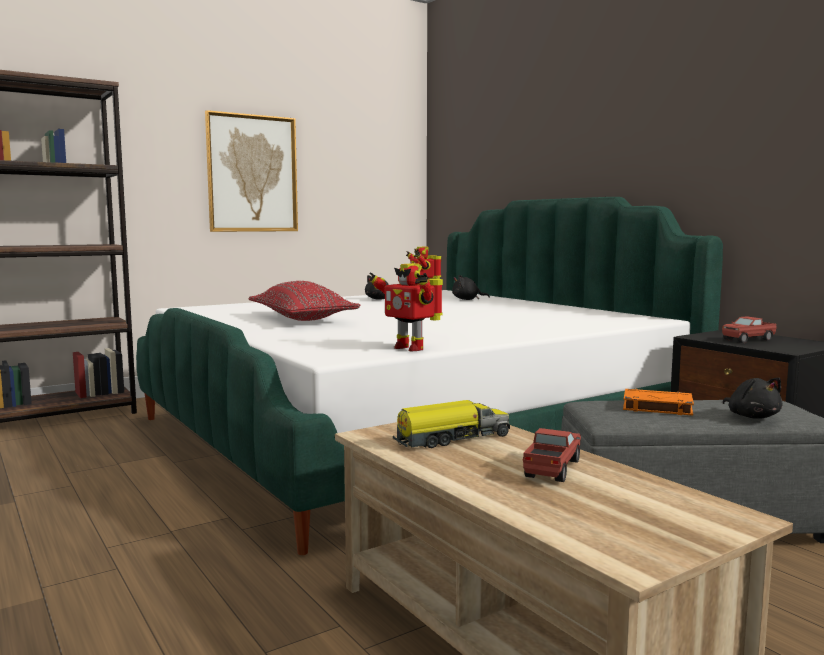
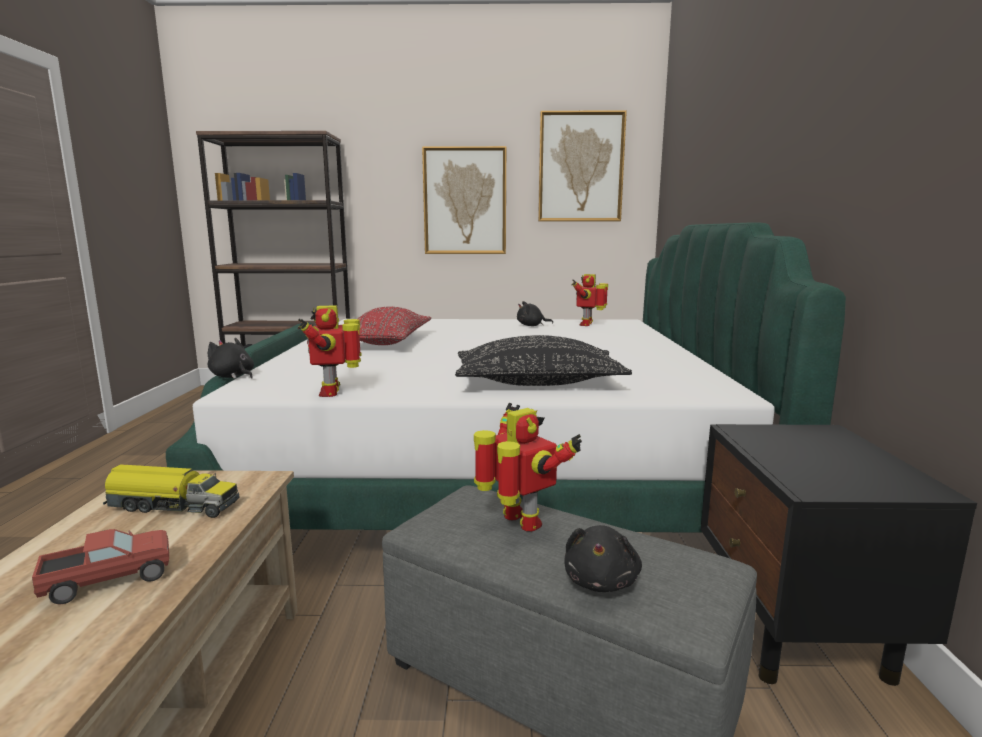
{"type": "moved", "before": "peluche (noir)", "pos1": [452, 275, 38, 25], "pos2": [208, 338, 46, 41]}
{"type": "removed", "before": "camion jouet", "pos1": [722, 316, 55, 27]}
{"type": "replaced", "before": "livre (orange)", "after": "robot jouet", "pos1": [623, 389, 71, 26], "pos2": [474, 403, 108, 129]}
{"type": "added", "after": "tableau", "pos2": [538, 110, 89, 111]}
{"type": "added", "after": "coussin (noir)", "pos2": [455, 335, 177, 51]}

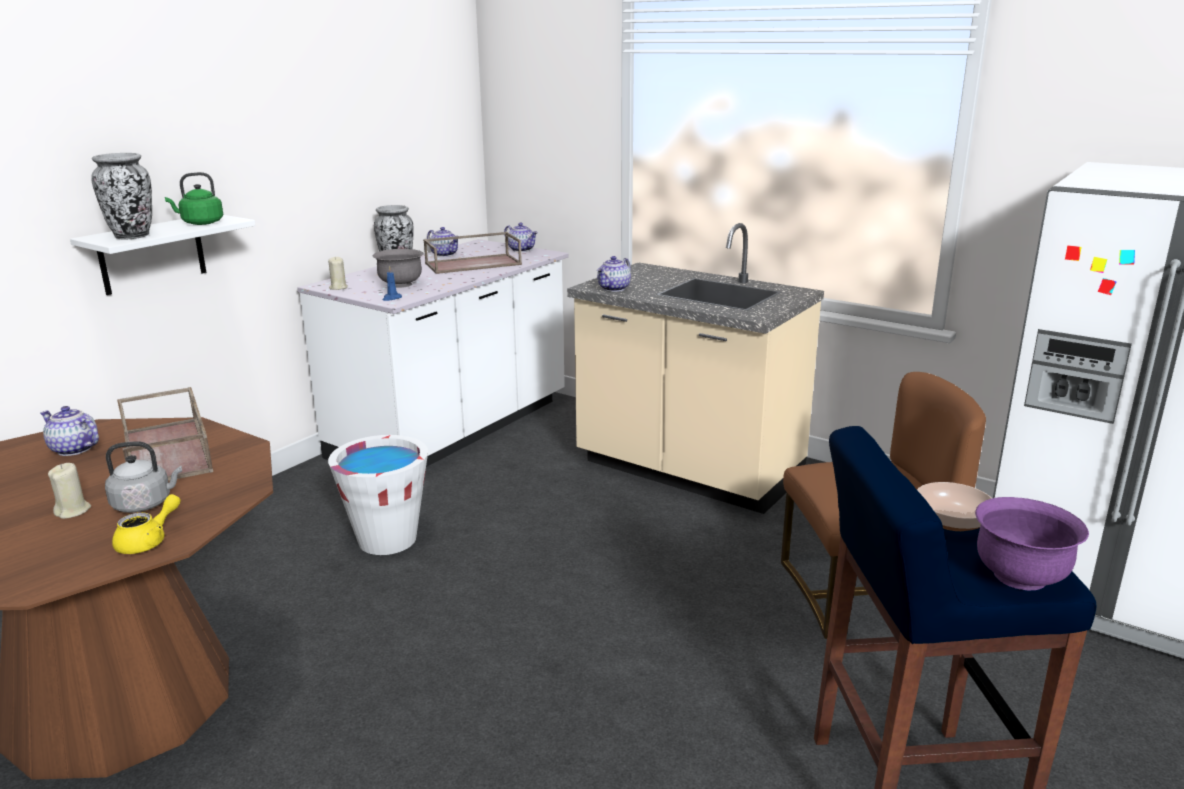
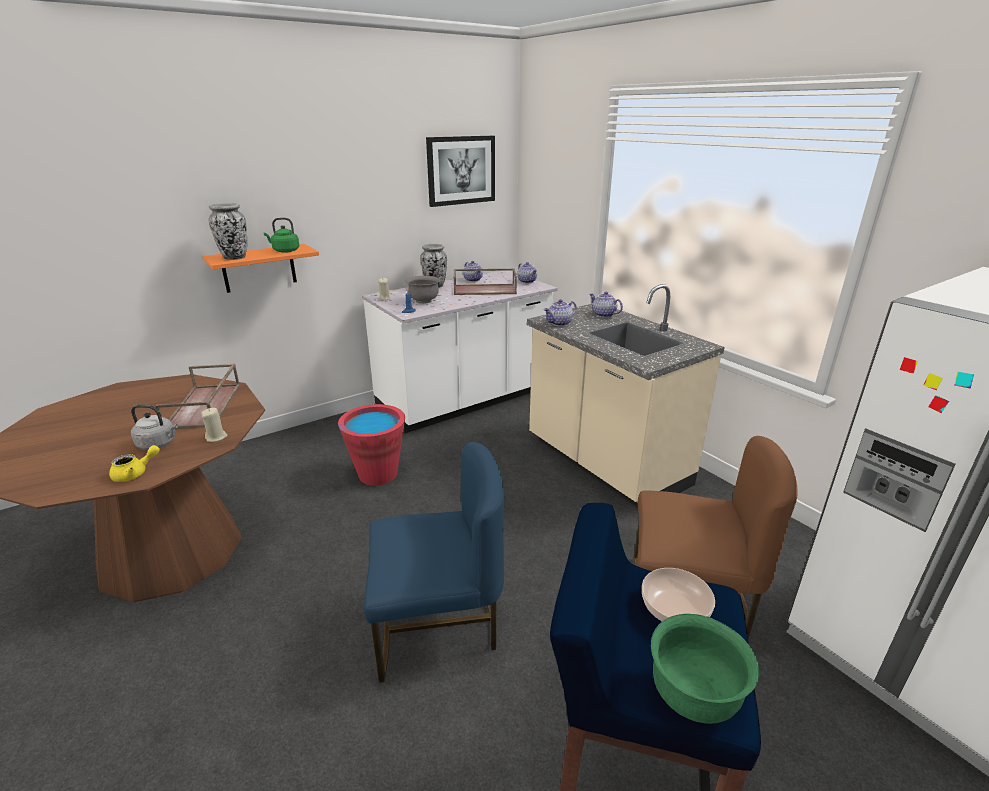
{"type": "recoloured", "before": "étagère (blanc)", "after": "étagère (orange)", "pos1": [70, 215, 186, 80], "pos2": [203, 244, 116, 49]}
{"type": "moved", "before": "théière", "pos1": [40, 406, 59, 50], "pos2": [589, 292, 34, 26]}
{"type": "recoloured", "before": "seau (blanc)", "after": "seau (rouge)", "pos1": [328, 435, 100, 120], "pos2": [338, 404, 67, 82]}
{"type": "moved", "before": "bougie (beige)", "pos1": [48, 463, 43, 56], "pos2": [201, 408, 26, 34]}
{"type": "recoloured", "before": "bol (violet)", "after": "bol (vert)", "pos1": [975, 497, 114, 93], "pos2": [651, 614, 108, 110]}
{"type": "added", "after": "tableau", "pos2": [426, 136, 69, 71]}
{"type": "added", "after": "chaise (bleu)", "pos2": [364, 442, 140, 241]}

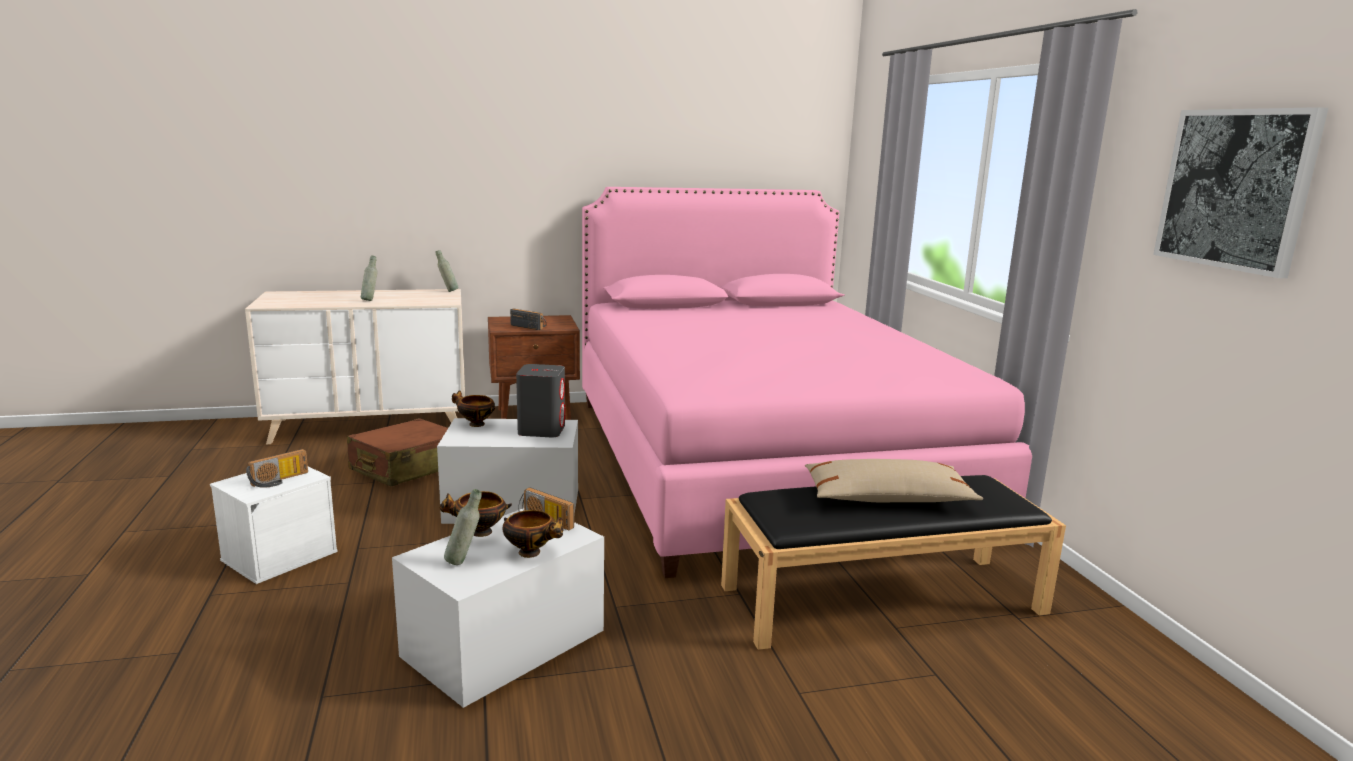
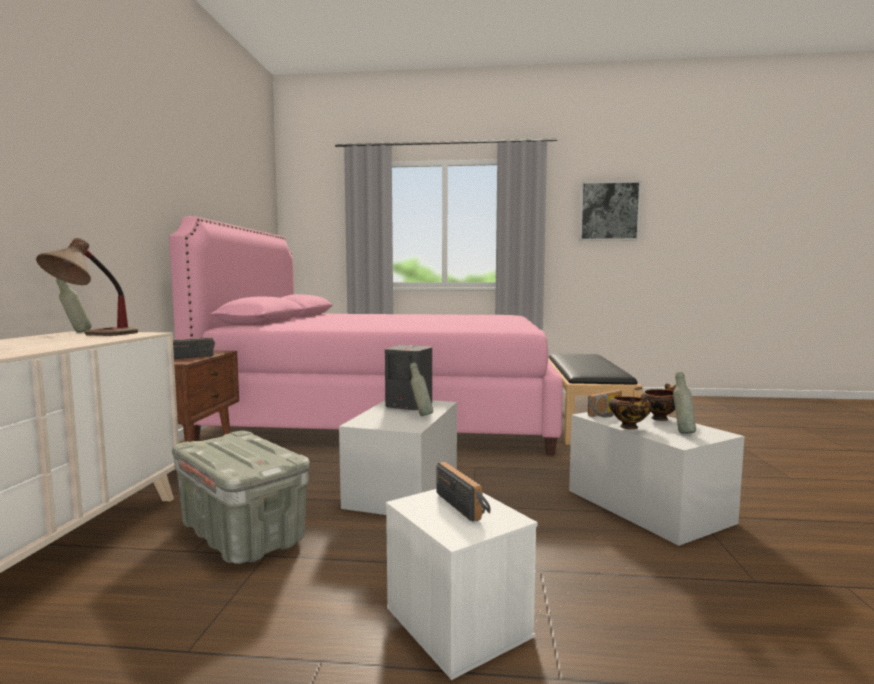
{"type": "moved", "before": "bouteille (gris)", "pos1": [361, 256, 16, 45], "pos2": [410, 363, 23, 53]}
{"type": "removed", "before": "bol", "pos1": [452, 390, 43, 37]}
{"type": "replaced", "before": "valise (marron)", "after": "boîte de rangement (gris)", "pos1": [347, 418, 101, 69], "pos2": [172, 431, 138, 133]}
{"type": "removed", "before": "coussin (beige)", "pos1": [805, 459, 178, 43]}
{"type": "added", "after": "lampe de table", "pos2": [36, 238, 102, 98]}

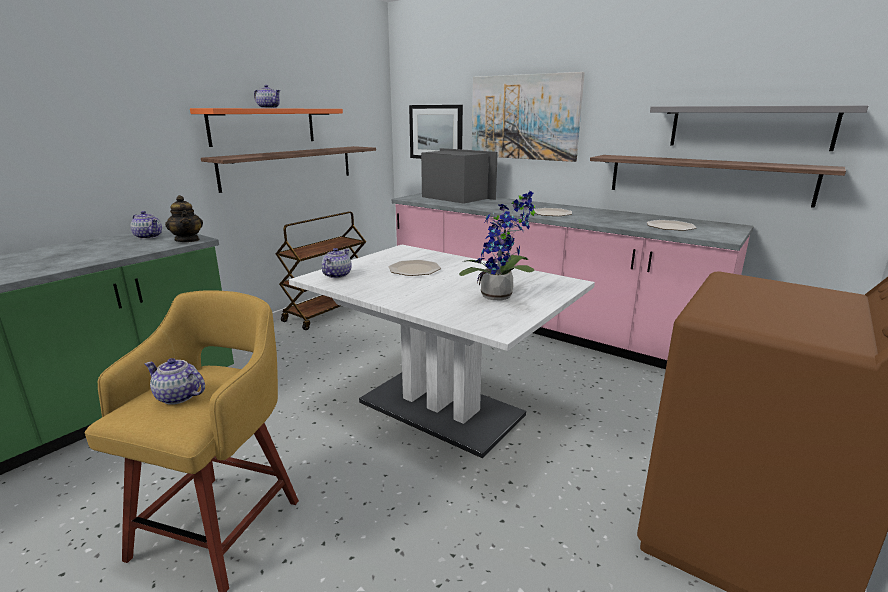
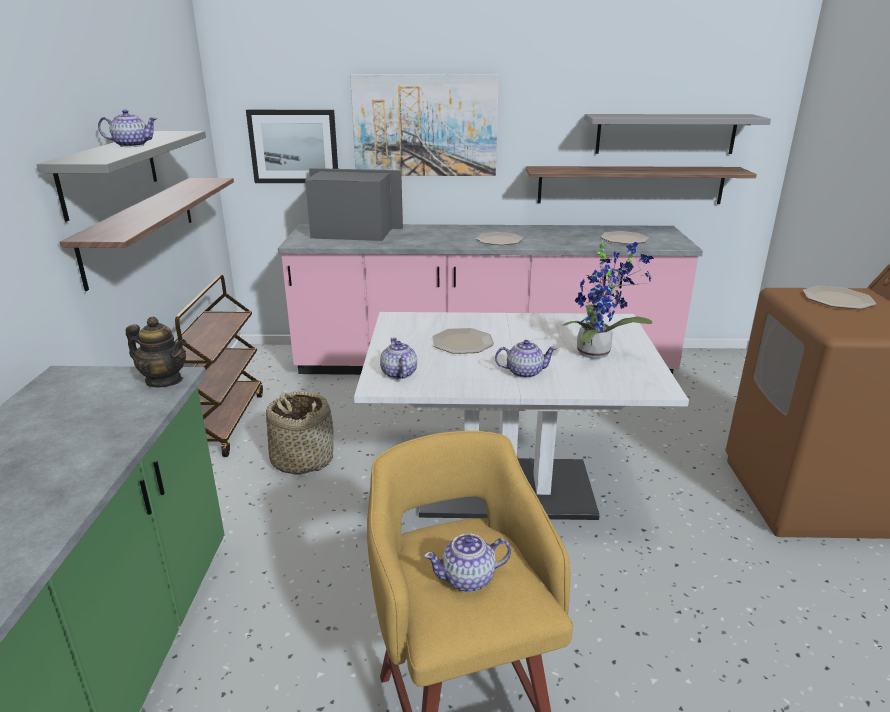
{"type": "recoloured", "before": "étagère (orange)", "after": "étagère (gris)", "pos1": [190, 108, 153, 39], "pos2": [37, 131, 169, 91]}
{"type": "moved", "before": "théière", "pos1": [130, 211, 32, 28], "pos2": [495, 340, 62, 38]}
{"type": "added", "after": "assiette", "pos2": [803, 286, 74, 23]}
{"type": "added", "after": "panier", "pos2": [266, 391, 68, 84]}

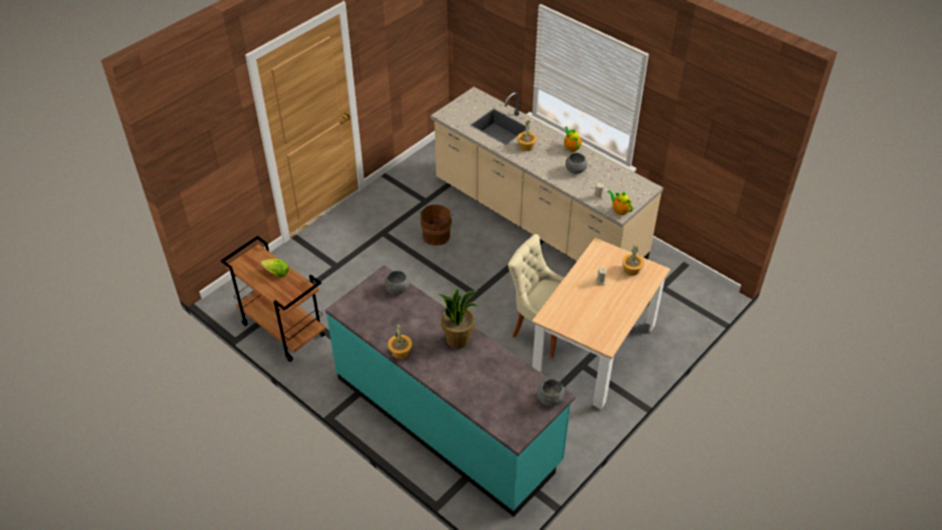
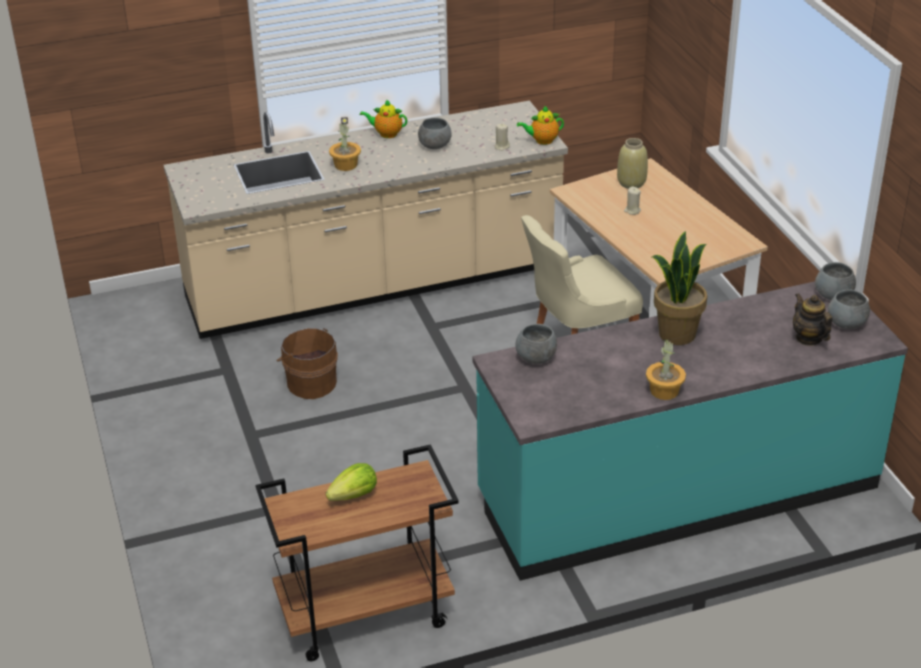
{"type": "replaced", "before": "plante en pot", "after": "vase (beige)", "pos1": [622, 245, 22, 31], "pos2": [617, 138, 31, 51]}
{"type": "added", "after": "bol (gris)", "pos2": [828, 289, 42, 40]}
{"type": "added", "after": "théière", "pos2": [793, 293, 39, 53]}

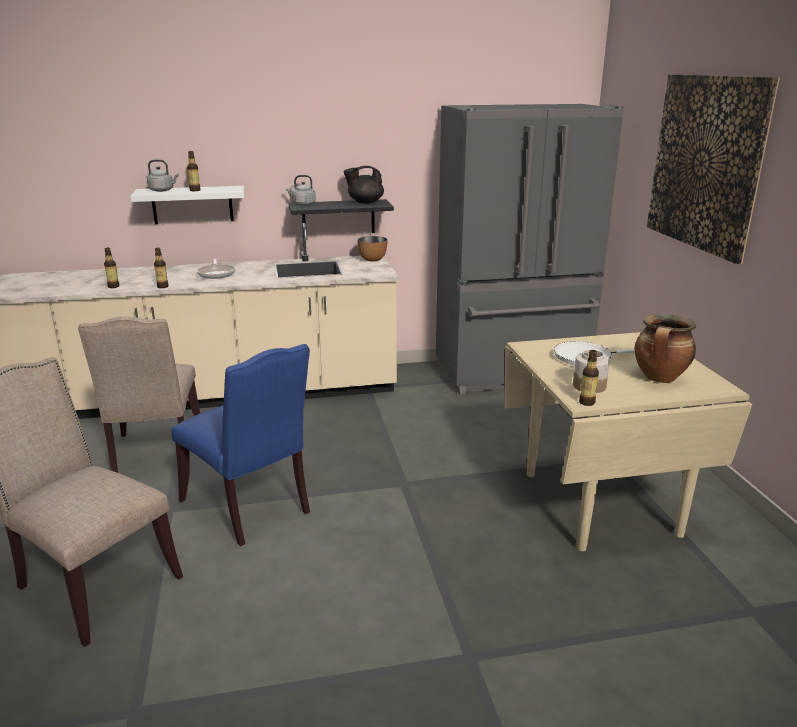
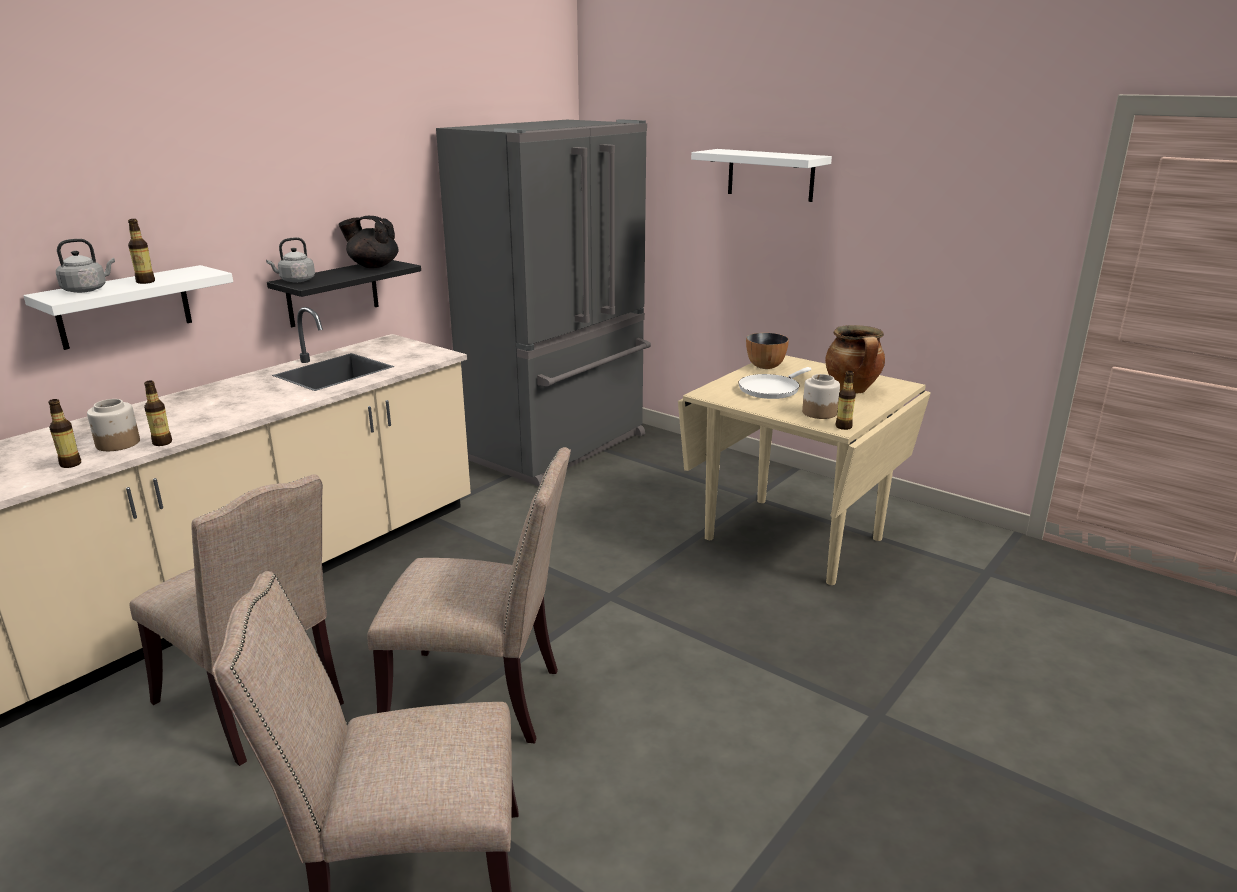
{"type": "replaced", "before": "tableau", "after": "étagère (blanc)", "pos1": [647, 74, 133, 190], "pos2": [691, 149, 141, 53]}
{"type": "turned", "before": "théière (noir)", "pos1": [344, 166, 40, 38], "pos2": [338, 216, 60, 52], "turn": 60}
{"type": "moved", "before": "bol", "pos1": [357, 236, 30, 26], "pos2": [746, 333, 43, 36]}
{"type": "removed", "before": "poêle", "pos1": [197, 259, 38, 20]}
{"type": "recoloured", "before": "chaise (bleu)", "after": "chaise (beige)", "pos1": [171, 344, 139, 202], "pos2": [367, 447, 204, 296]}
{"type": "added", "after": "bocal", "pos2": [87, 399, 53, 52]}

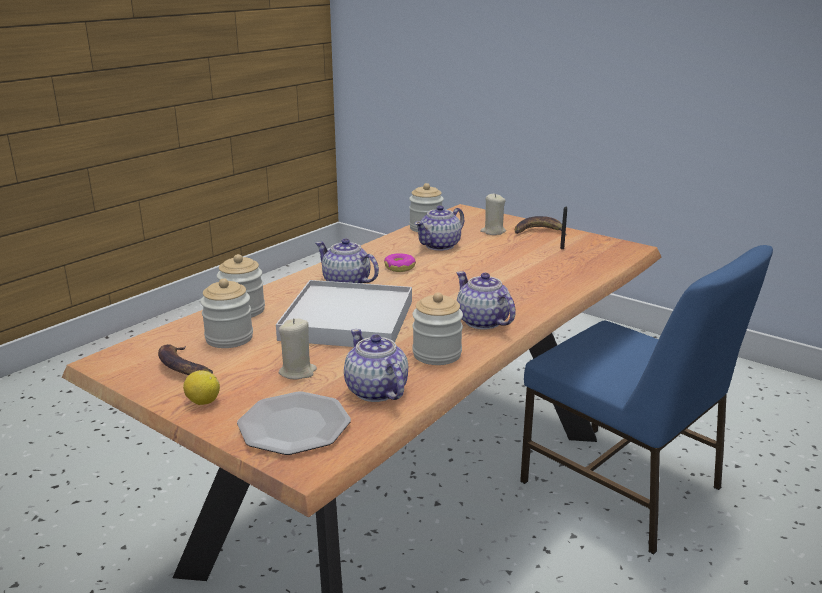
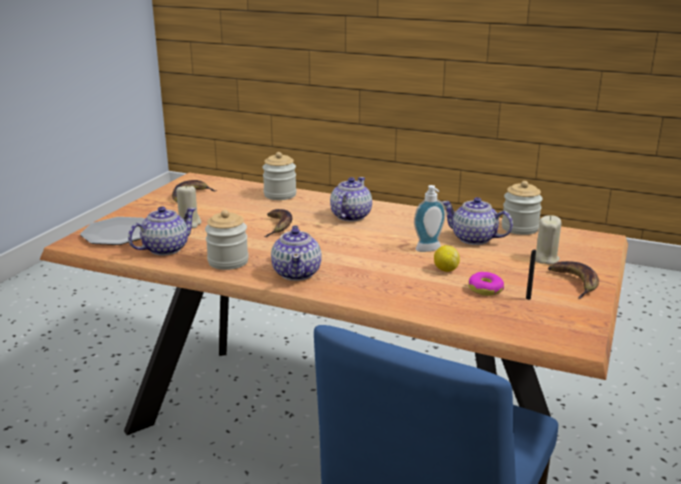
{"type": "moved", "before": "beignet", "pos1": [384, 253, 32, 19], "pos2": [468, 272, 36, 24]}
{"type": "turned", "before": "théière", "pos1": [456, 271, 60, 59], "pos2": [271, 225, 51, 56], "turn": 135}
{"type": "removed", "before": "bocal", "pos1": [200, 278, 53, 70]}
{"type": "replaced", "before": "plateau (blanc)", "after": "banane", "pos1": [276, 280, 136, 67], "pos2": [264, 209, 28, 28]}
{"type": "moved", "before": "citron", "pos1": [183, 370, 37, 35], "pos2": [434, 245, 26, 27]}
{"type": "added", "after": "distributeur de savon", "pos2": [414, 185, 32, 67]}

